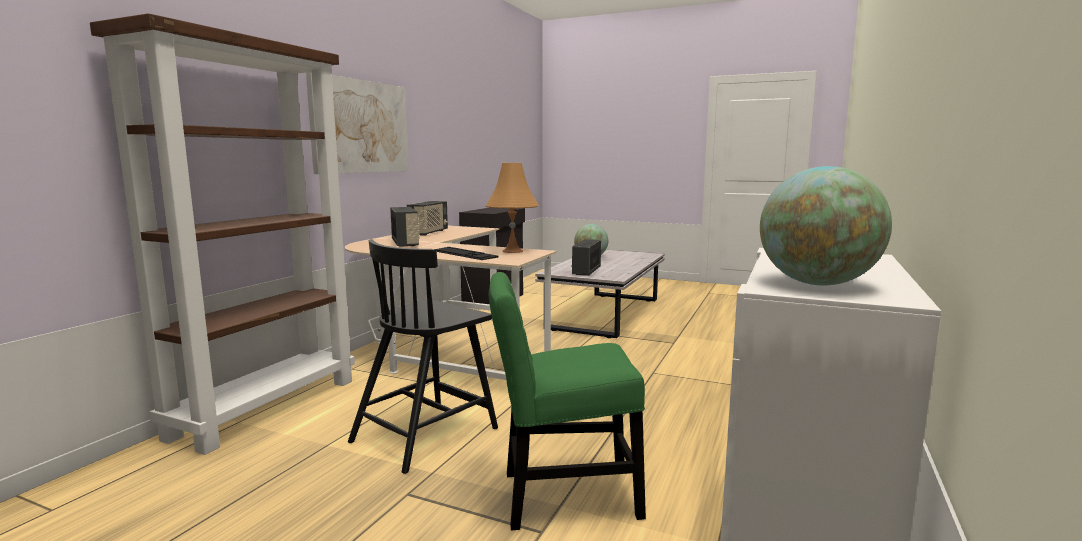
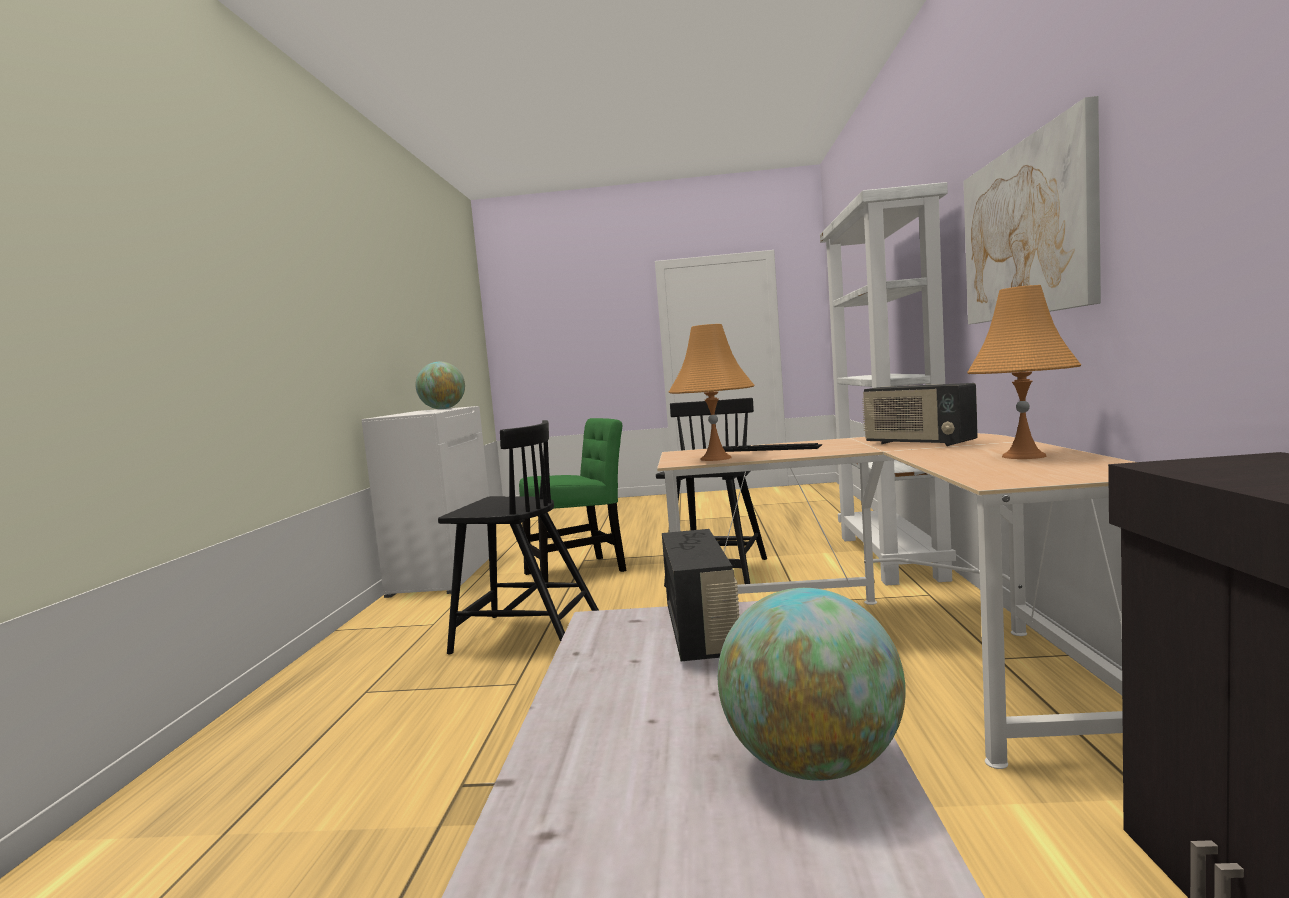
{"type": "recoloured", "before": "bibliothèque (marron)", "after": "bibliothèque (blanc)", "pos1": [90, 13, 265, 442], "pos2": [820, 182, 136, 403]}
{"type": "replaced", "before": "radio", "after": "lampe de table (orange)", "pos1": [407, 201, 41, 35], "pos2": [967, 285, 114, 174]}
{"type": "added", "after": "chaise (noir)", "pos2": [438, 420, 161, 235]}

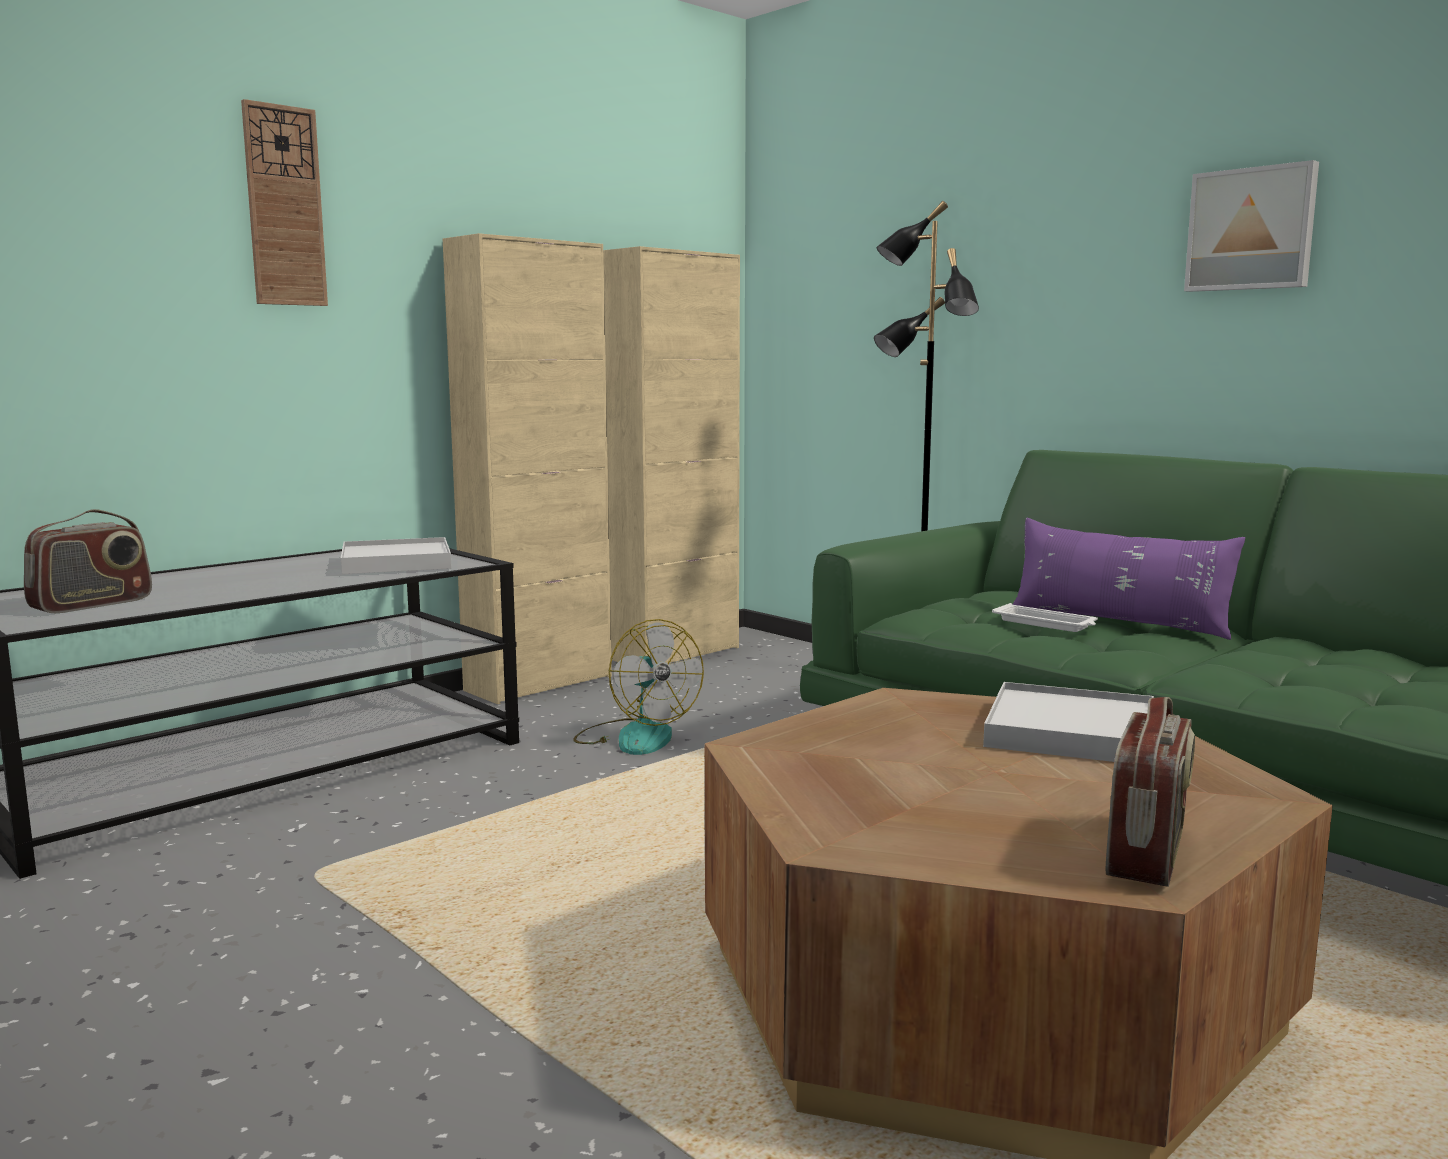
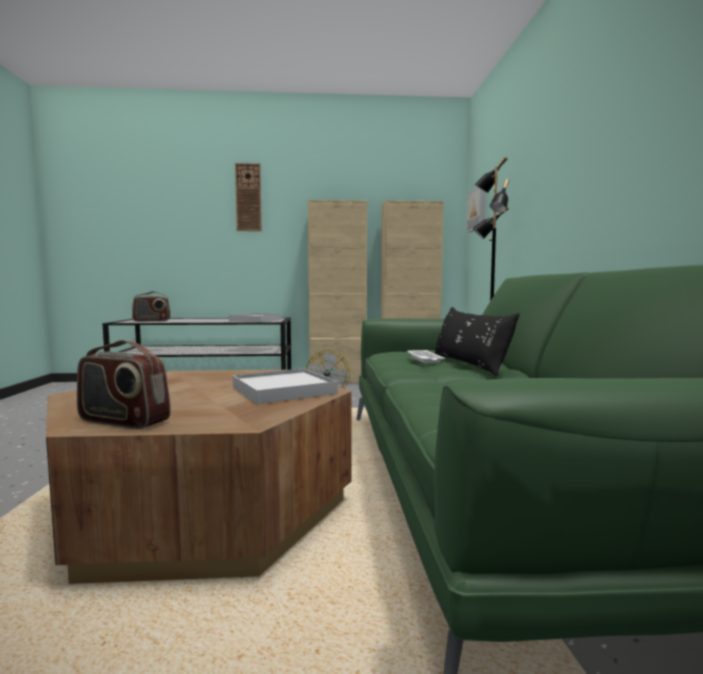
{"type": "moved", "before": "tableau", "pos1": [1184, 160, 135, 132], "pos2": [466, 187, 20, 45]}
{"type": "recoloured", "before": "coussin (violet)", "after": "coussin (noir)", "pos1": [1013, 518, 232, 122], "pos2": [434, 307, 86, 69]}
{"type": "turned", "before": "radio", "pos1": [1106, 697, 89, 190], "pos2": [77, 340, 94, 89], "turn": 45}

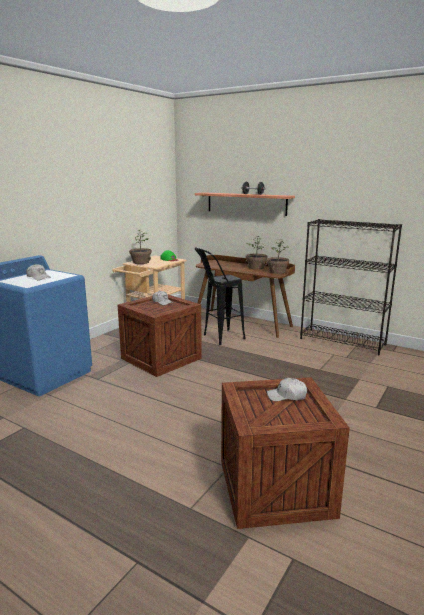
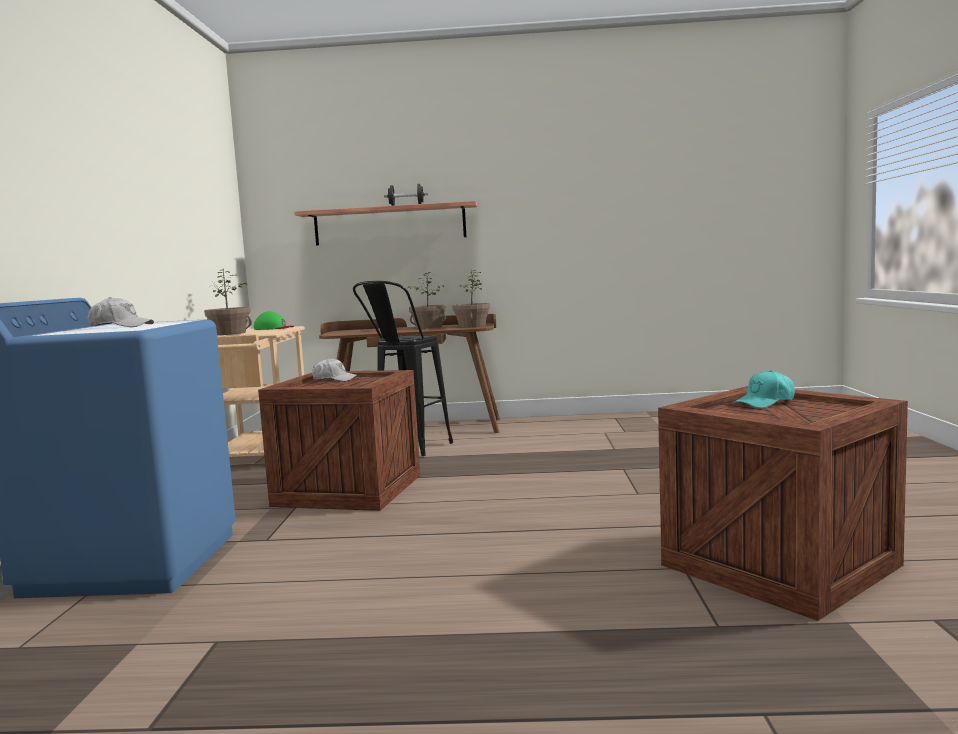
{"type": "removed", "before": "bibliothèque (noir)", "pos1": [300, 219, 102, 136]}
{"type": "recoloured", "before": "casquette (blanc)", "after": "casquette (turquoise)", "pos1": [267, 378, 40, 23], "pos2": [733, 370, 62, 38]}

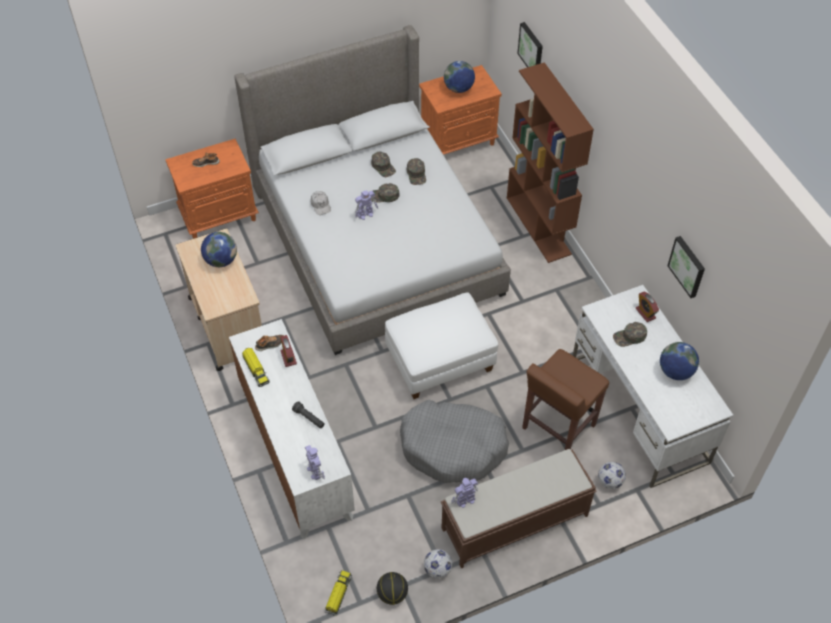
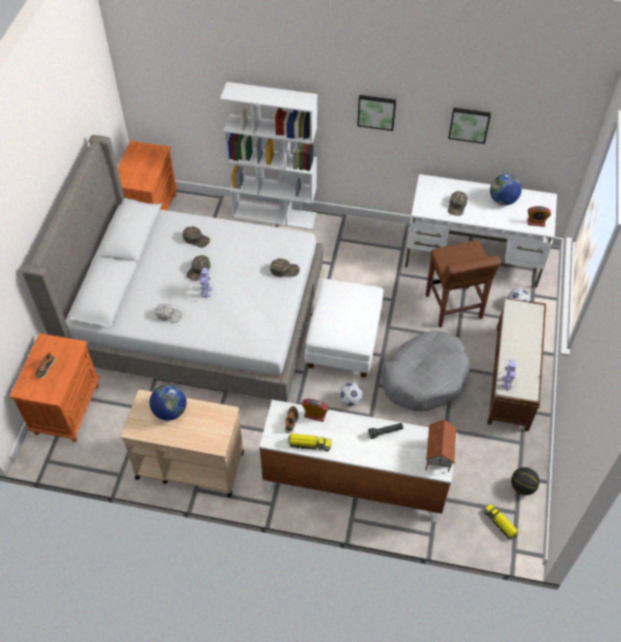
{"type": "moved", "before": "tableau", "pos1": [517, 22, 26, 45], "pos2": [357, 95, 39, 36]}
{"type": "removed", "before": "globe", "pos1": [444, 61, 31, 32]}
{"type": "recoloured", "before": "bibliothèque (marron)", "after": "bibliothèque (blanc)", "pos1": [507, 62, 87, 201], "pos2": [220, 82, 97, 148]}
{"type": "moved", "before": "casquette (vert)", "pos1": [371, 152, 25, 25], "pos2": [270, 258, 30, 19]}
{"type": "moved", "before": "réveil", "pos1": [636, 292, 23, 30], "pos2": [527, 206, 24, 21]}
{"type": "replaced", "before": "robot jouet", "after": "maison miniature", "pos1": [305, 445, 20, 35], "pos2": [425, 419, 32, 53]}
{"type": "moved", "before": "ballon de foot", "pos1": [424, 549, 28, 29], "pos2": [339, 382, 24, 24]}

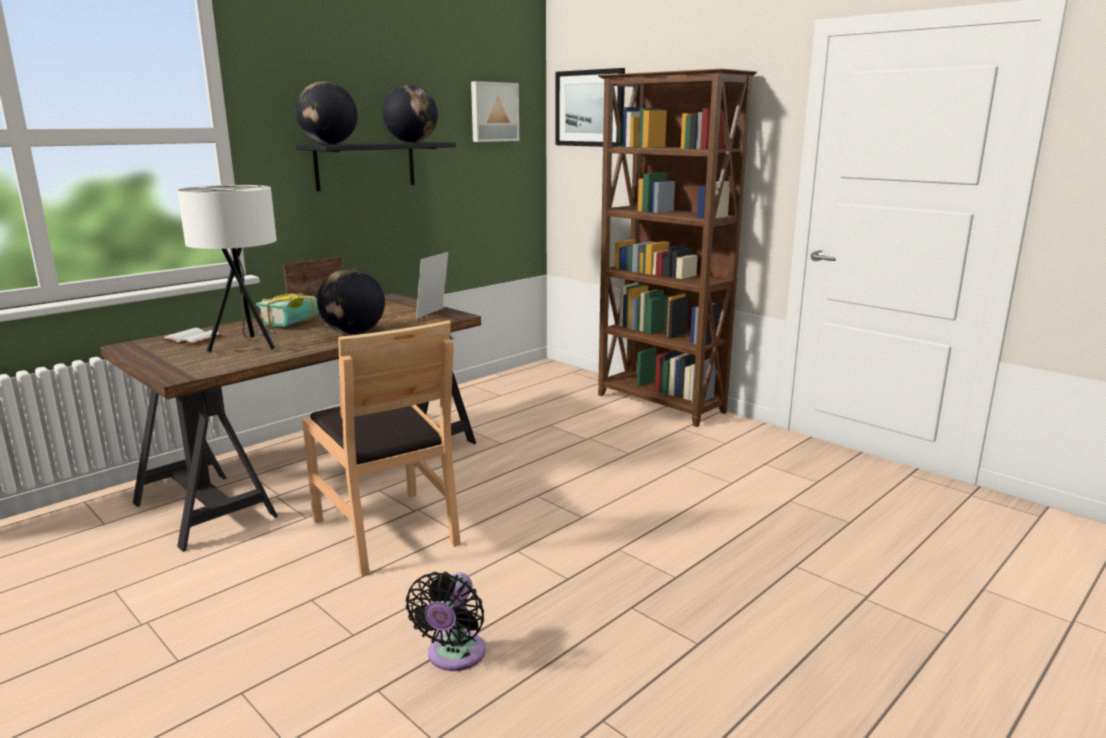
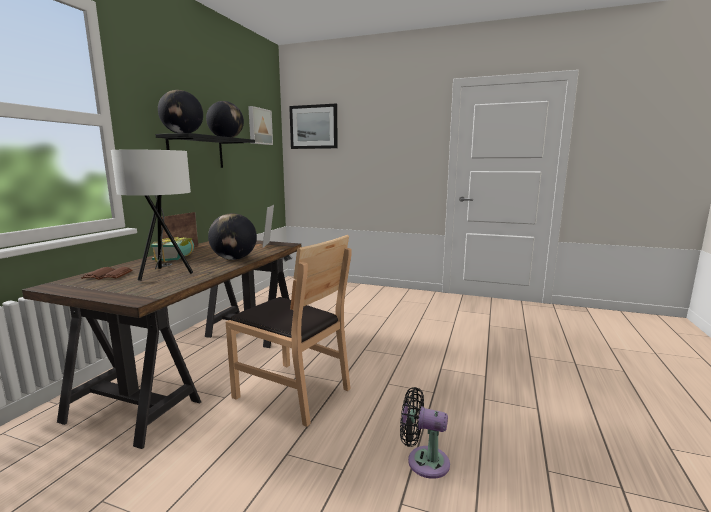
{"type": "removed", "before": "bibliothèque (marron)", "pos1": [598, 69, 159, 358]}
{"type": "recoloured", "before": "livre (blanc)", "after": "livre (marron)", "pos1": [162, 328, 60, 17], "pos2": [81, 267, 52, 13]}
{"type": "turned", "before": "ventilateur (noir)", "pos1": [406, 572, 80, 99], "pos2": [400, 387, 50, 92], "turn": 120}

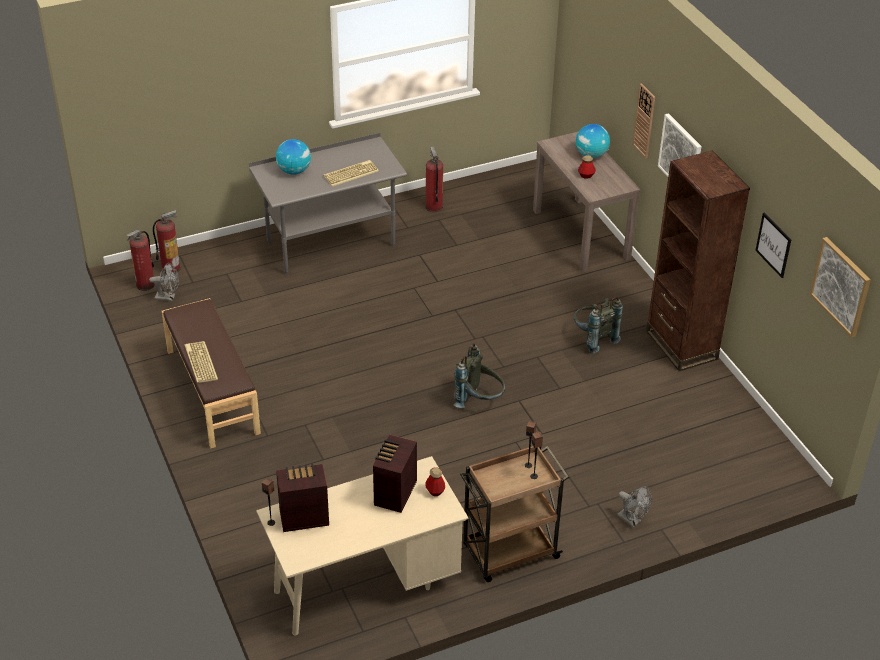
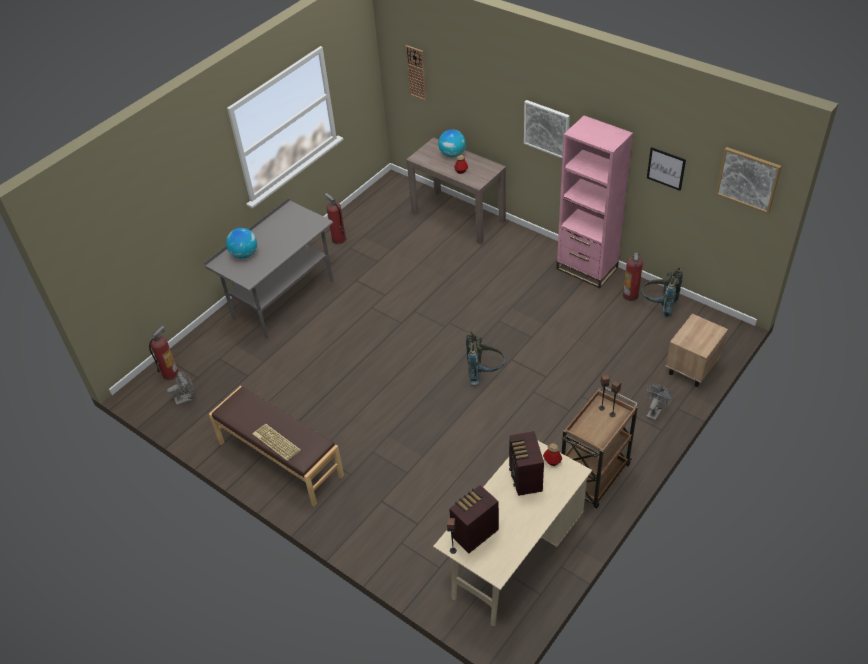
{"type": "moved", "before": "horloge murale", "pos1": [633, 84, 22, 74], "pos2": [405, 45, 21, 56]}
{"type": "recoloured", "before": "bibliothèque (marron)", "after": "bibliothèque (rose)", "pos1": [646, 151, 104, 220], "pos2": [556, 115, 77, 173]}
{"type": "removed", "before": "clavier", "pos1": [324, 160, 55, 26]}
{"type": "moved", "before": "extincteur", "pos1": [126, 230, 29, 61], "pos2": [623, 252, 20, 49]}
{"type": "moved", "before": "sac à dos (gris)", "pos1": [574, 297, 49, 57], "pos2": [641, 268, 42, 50]}
{"type": "turned", "before": "ventilateur (gris)", "pos1": [617, 486, 35, 41], "pos2": [645, 384, 29, 37], "turn": -75}
{"type": "added", "after": "table de chevet (beige)", "pos2": [666, 314, 62, 73]}

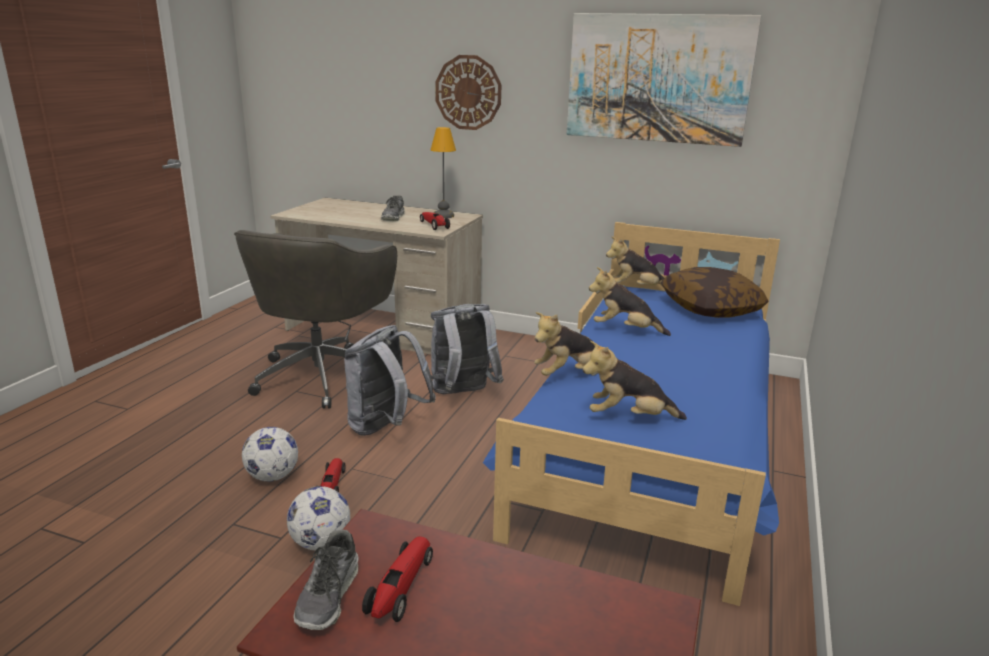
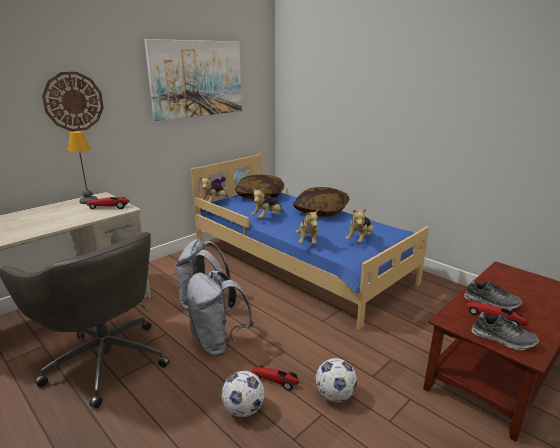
{"type": "moved", "before": "chaussure", "pos1": [381, 195, 24, 26], "pos2": [464, 280, 58, 30]}
{"type": "added", "after": "coussin", "pos2": [293, 187, 56, 30]}

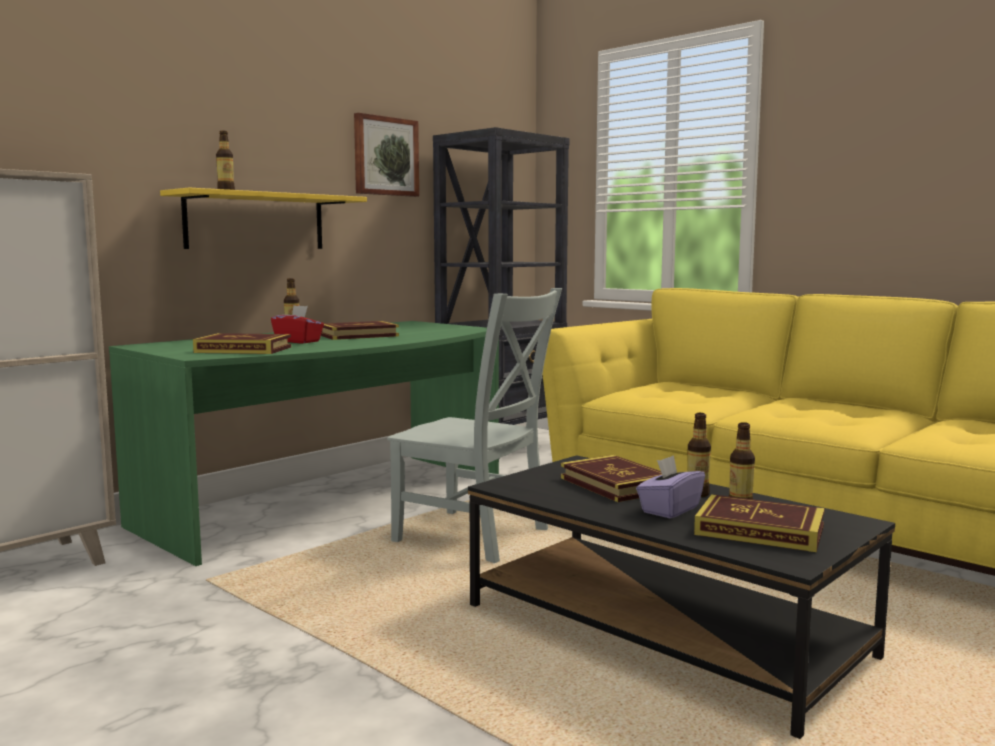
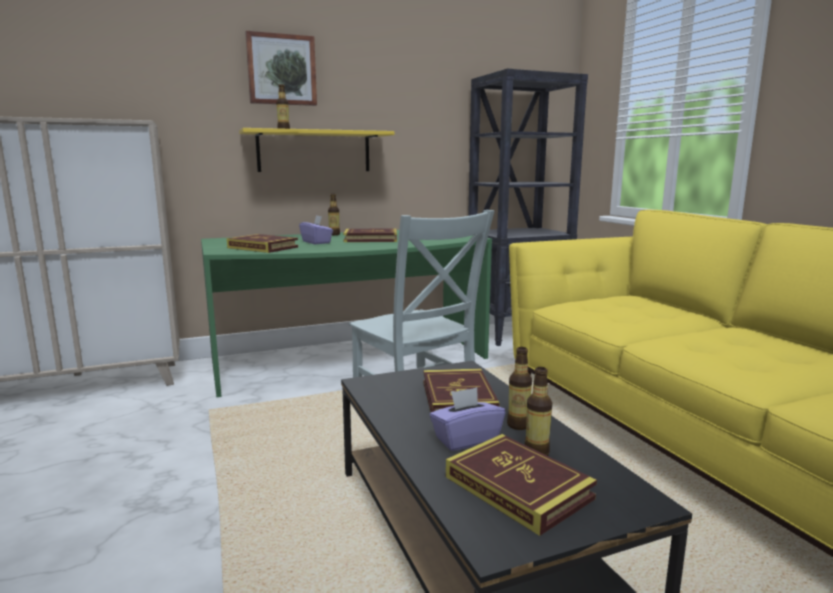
{"type": "moved", "before": "tableau", "pos1": [354, 113, 65, 84], "pos2": [245, 31, 72, 75]}
{"type": "recoloured", "before": "boîte à mouchoirs (rouge)", "after": "boîte à mouchoirs (violet)", "pos1": [271, 305, 53, 38], "pos2": [299, 215, 34, 29]}

